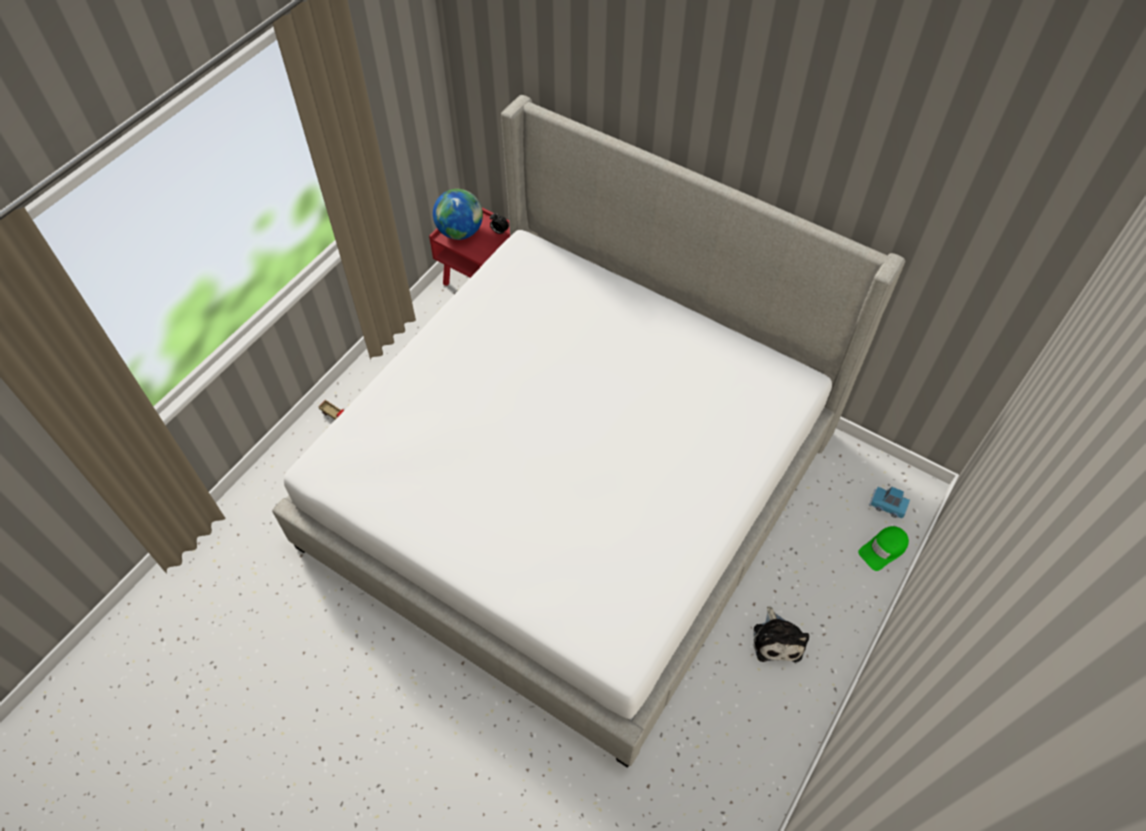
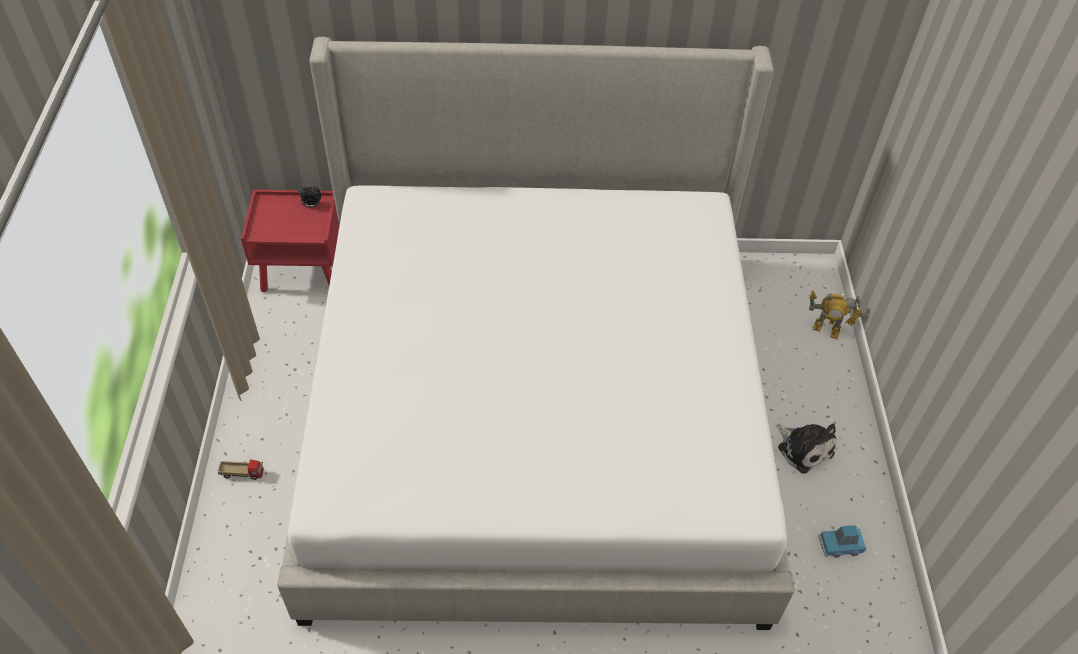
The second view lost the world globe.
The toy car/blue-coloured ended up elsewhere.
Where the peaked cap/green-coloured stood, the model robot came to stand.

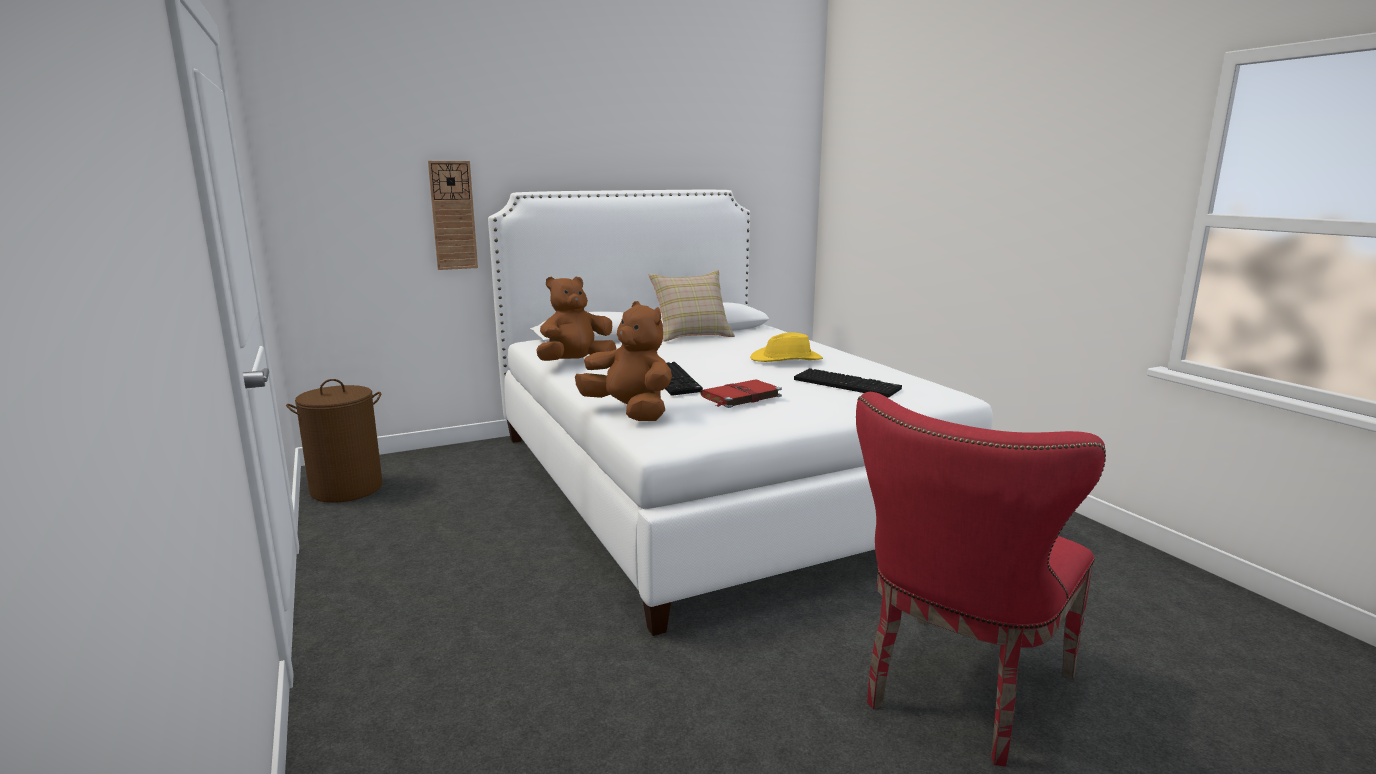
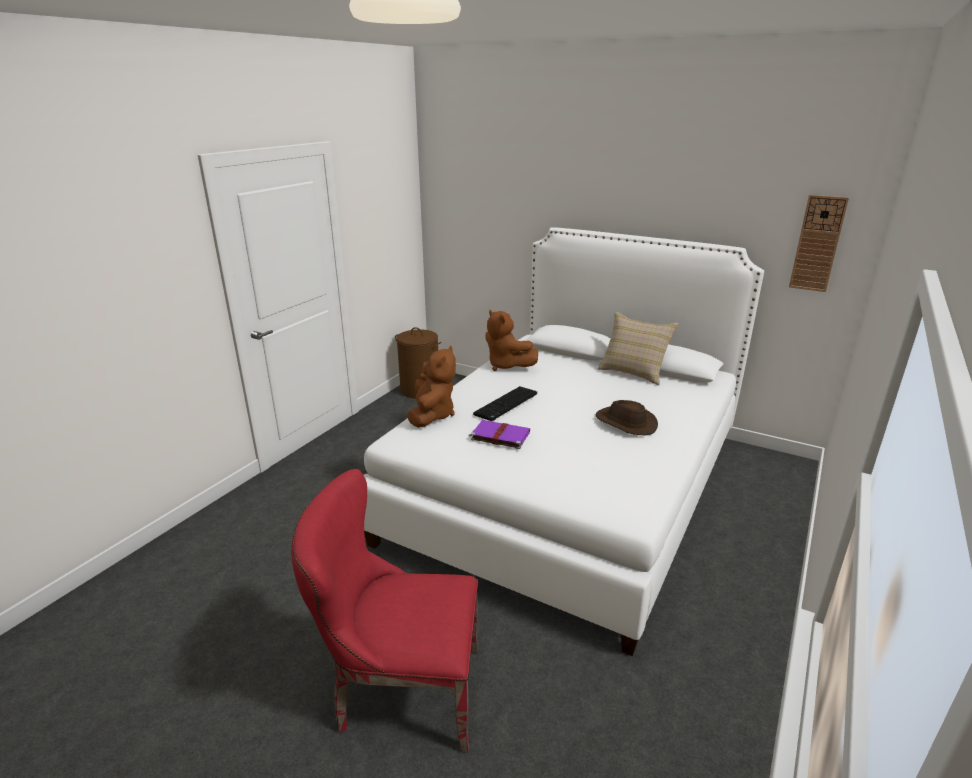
The second view lost the keyboard (2nd from left).
The clock on the wall ended up elsewhere.
What was the book/red-coloured turned into the book/purplish.
What was the clothing hat/yellowish turned into the clothing hat/brownish.
The plush toy/brownish (1st from left in the first image) ended up facing another way, 150 degrees counterclockwise from before.

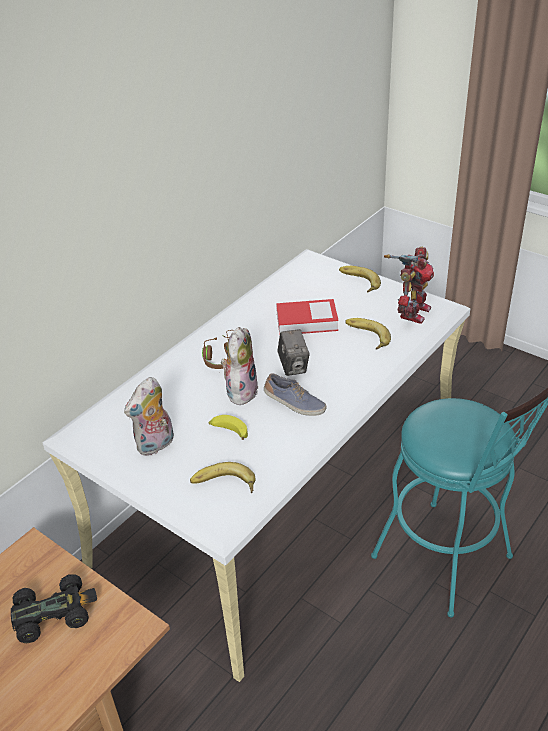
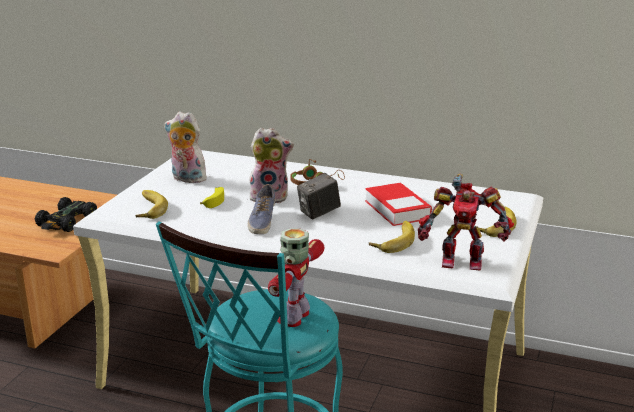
The second view gained the model robot (1st from left).
The toy car/black ended up facing another way, 60 degrees clockwise from before.

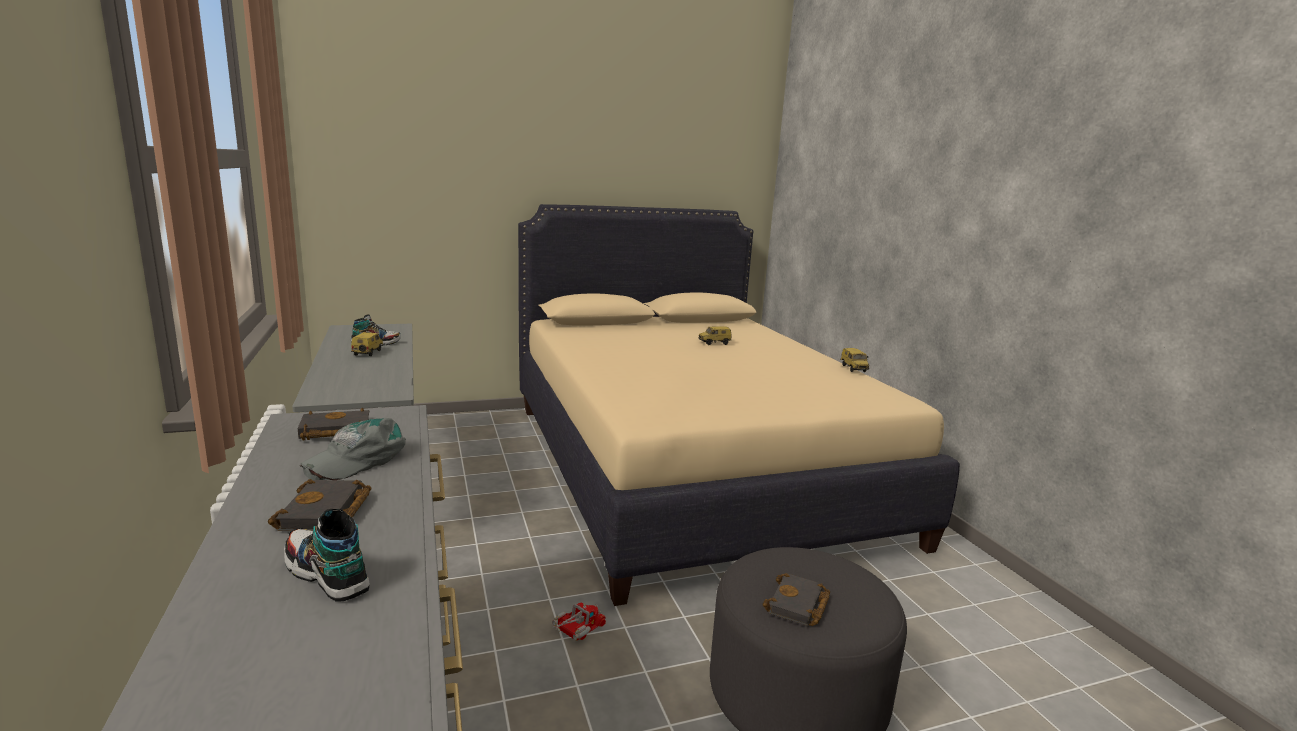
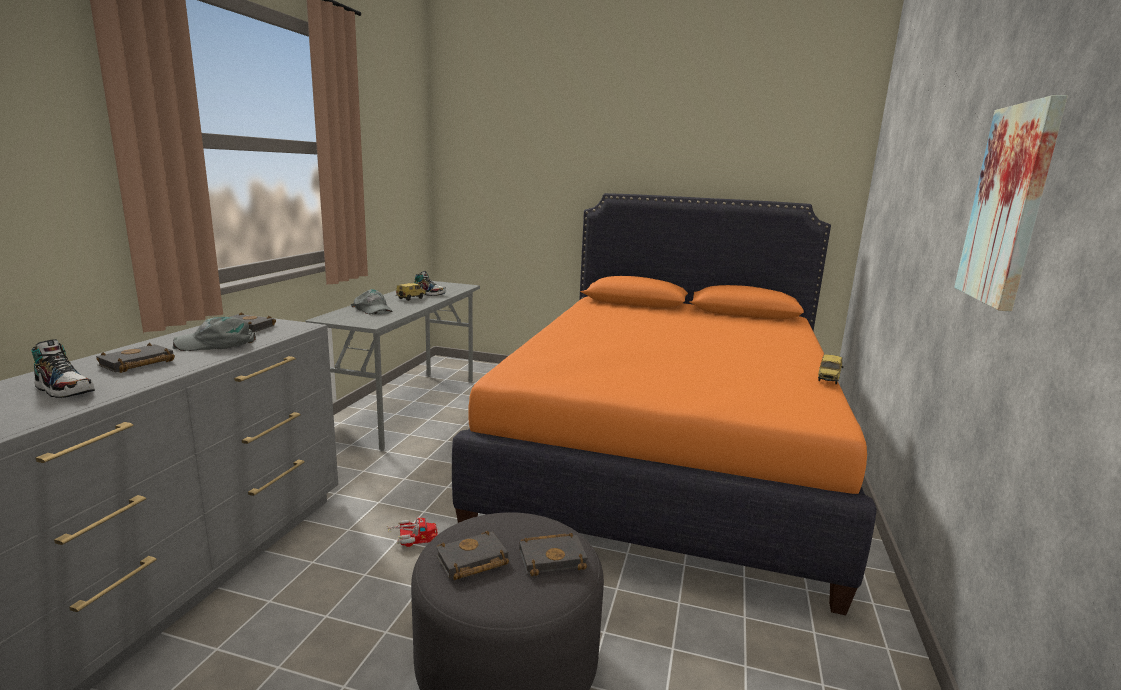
The second view lost the toy car (2nd from left).
The second view gained the peaked cap/gray (2nd from left).
The second view gained the book/black (4th from left).
The second view gained the wall picture.
What was the bedroom bed/beige-coloured turned into the bedroom bed/orange-coloured.
The shoe (1st from left) ended up facing another way, 135 degrees clockwise from before.

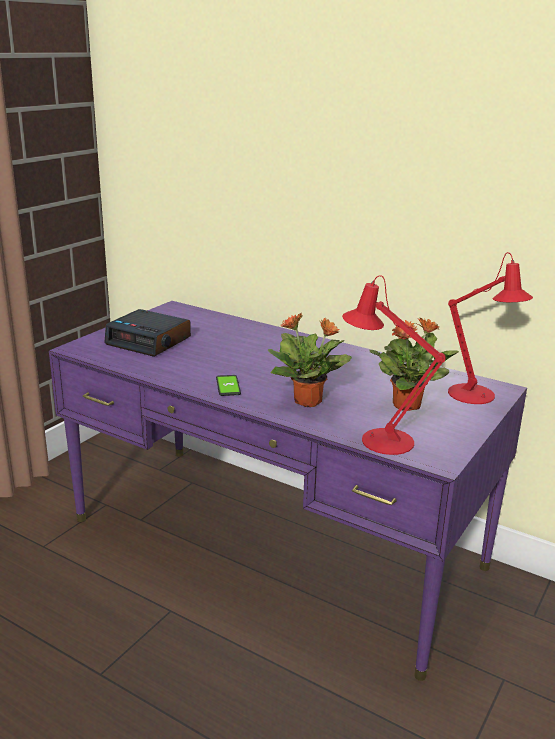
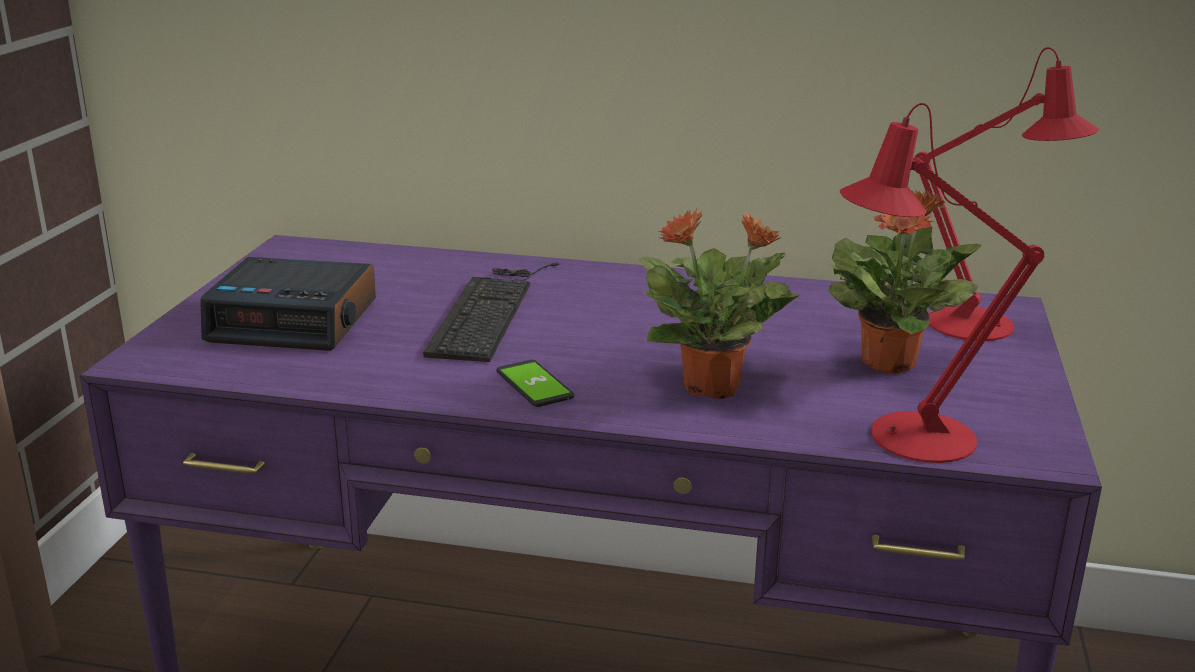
The second view gained the keyboard.

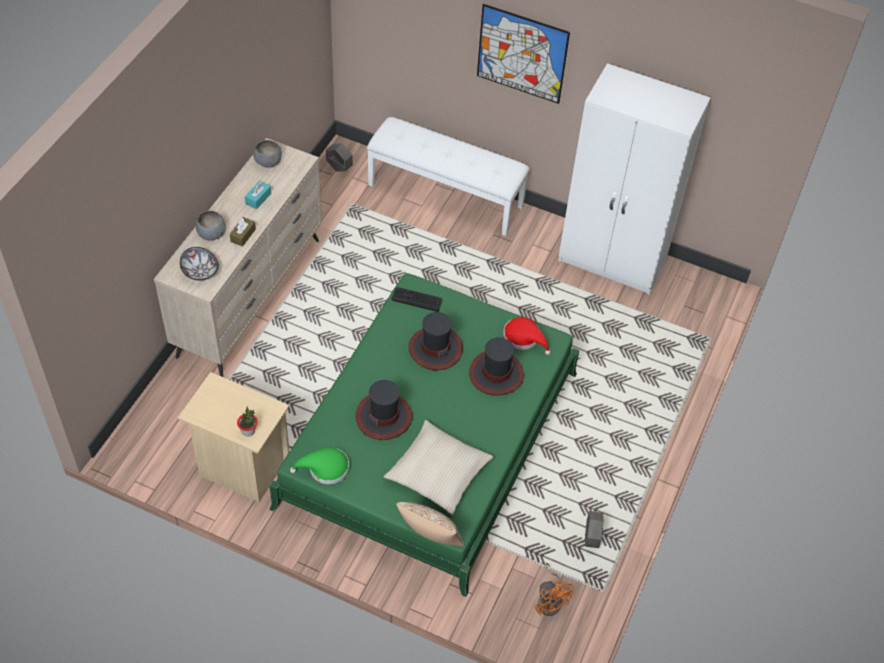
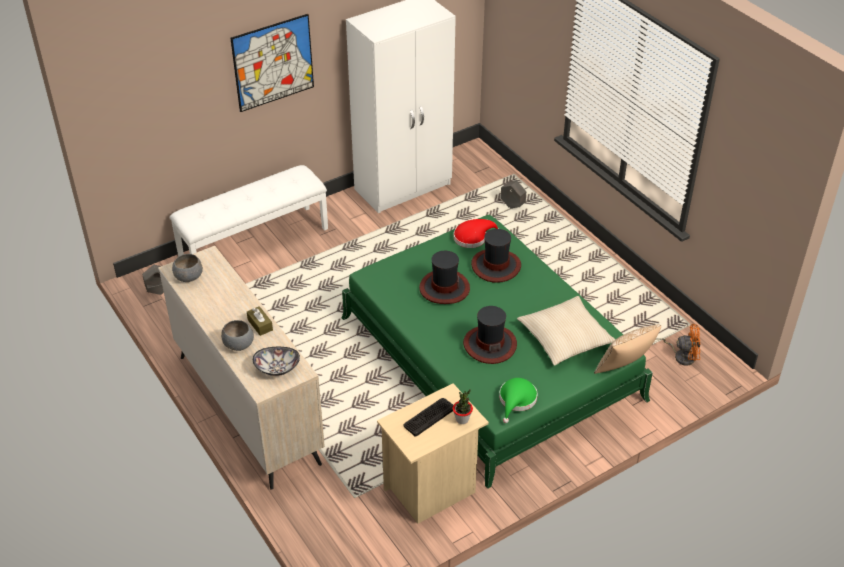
The second view lost the tissue holder/blue-green.
The keyboard ended up elsewhere.
The plant pot/gray (2nd from left) ended up elsewhere.

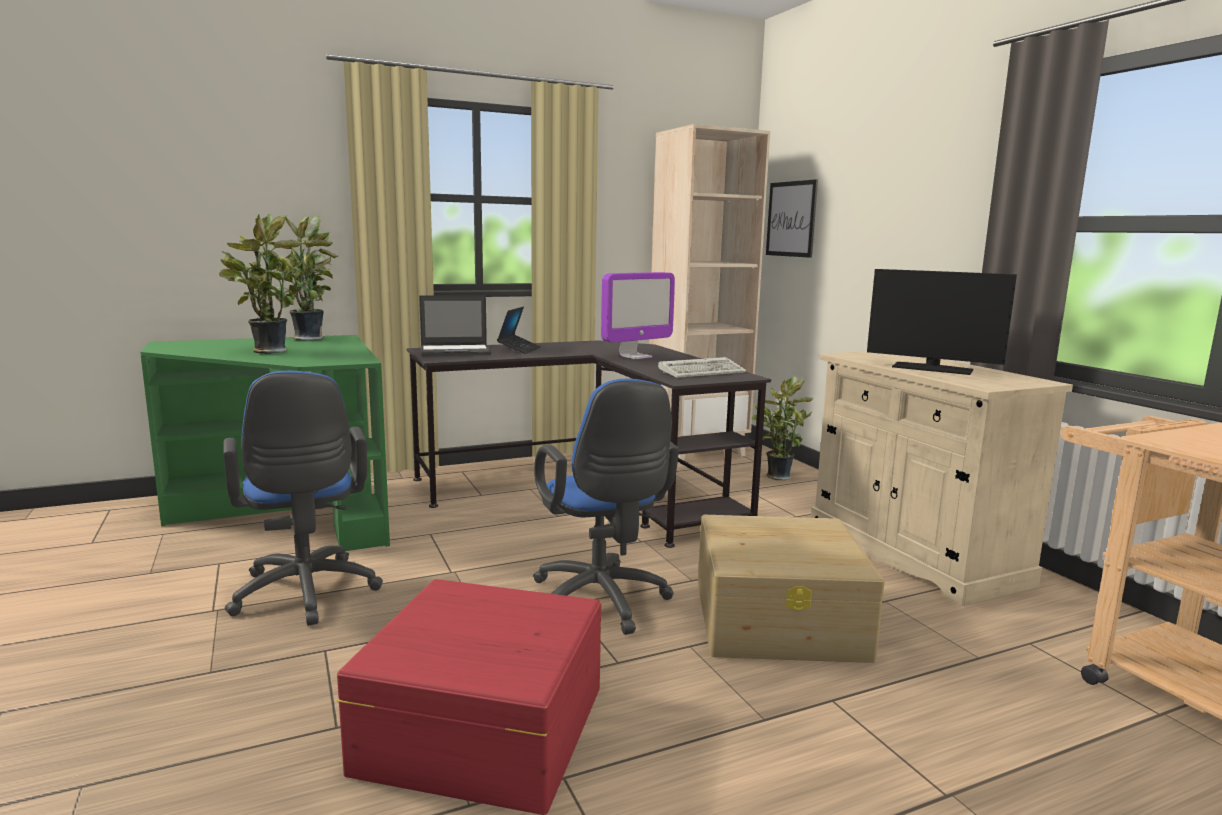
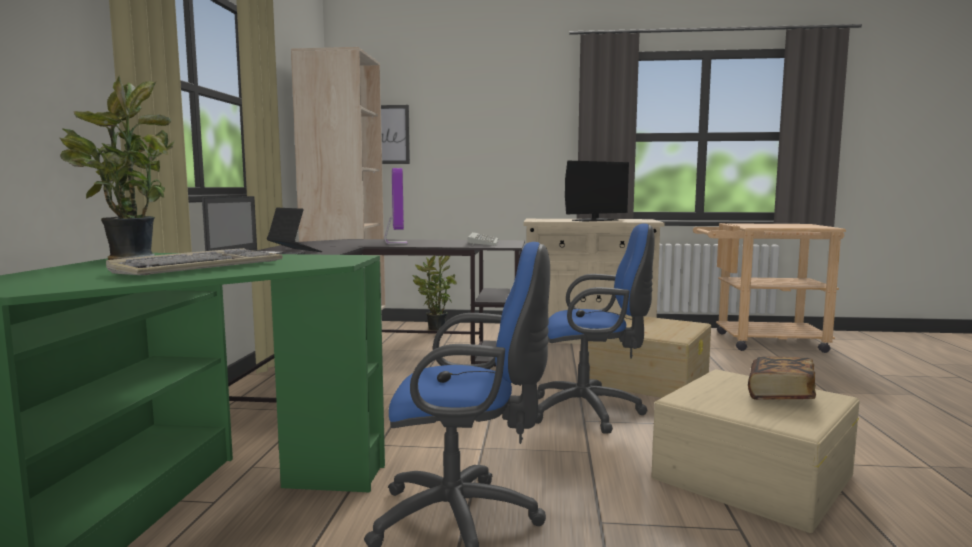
The second view gained the book.
Where the houseplant (1st from left) stood, the keyboard (1st from left) came to stand.
What was the storage box/red-coloured turned into the storage box/beige-coloured (2nd from left).

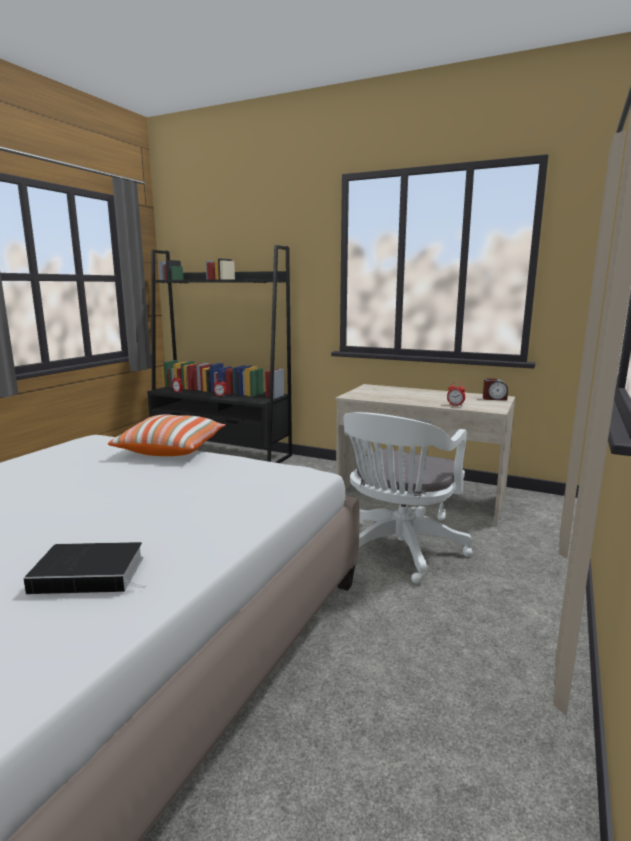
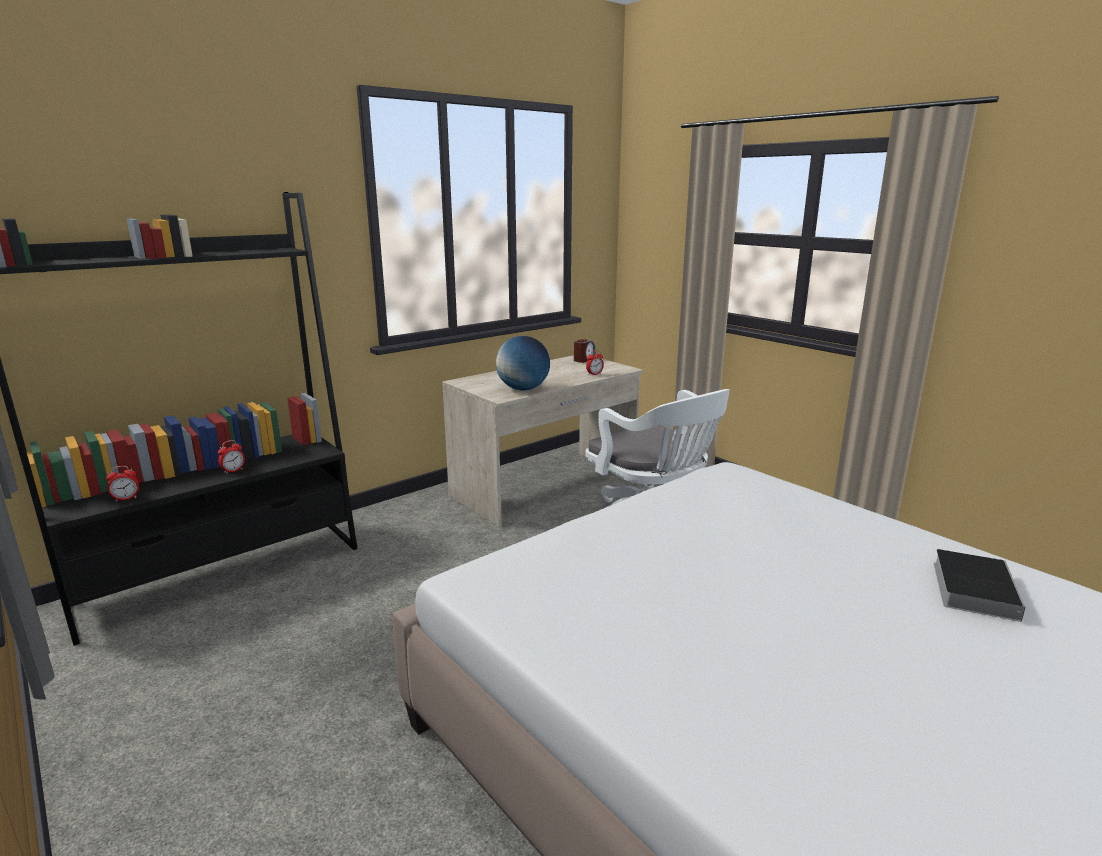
The second view lost the cushion.
The second view gained the world globe.

